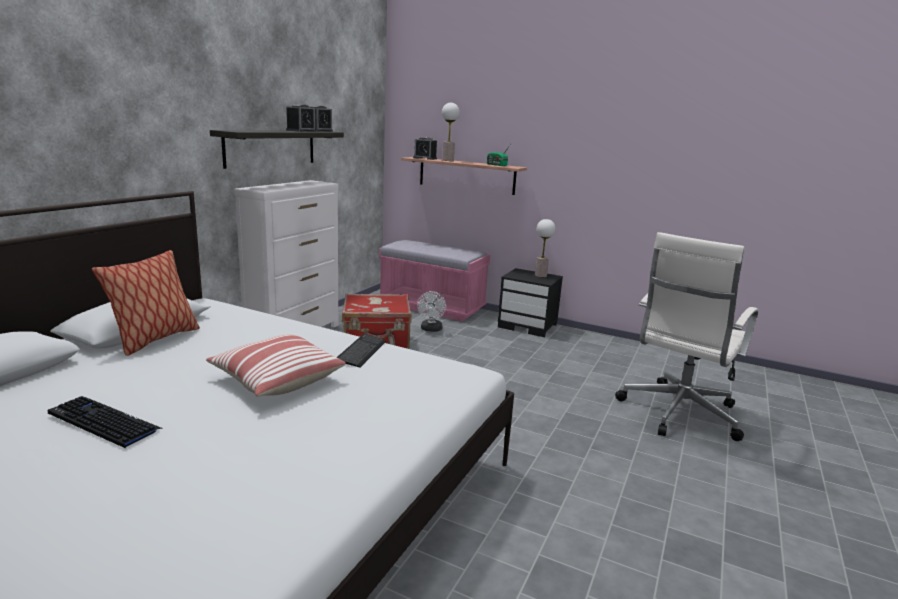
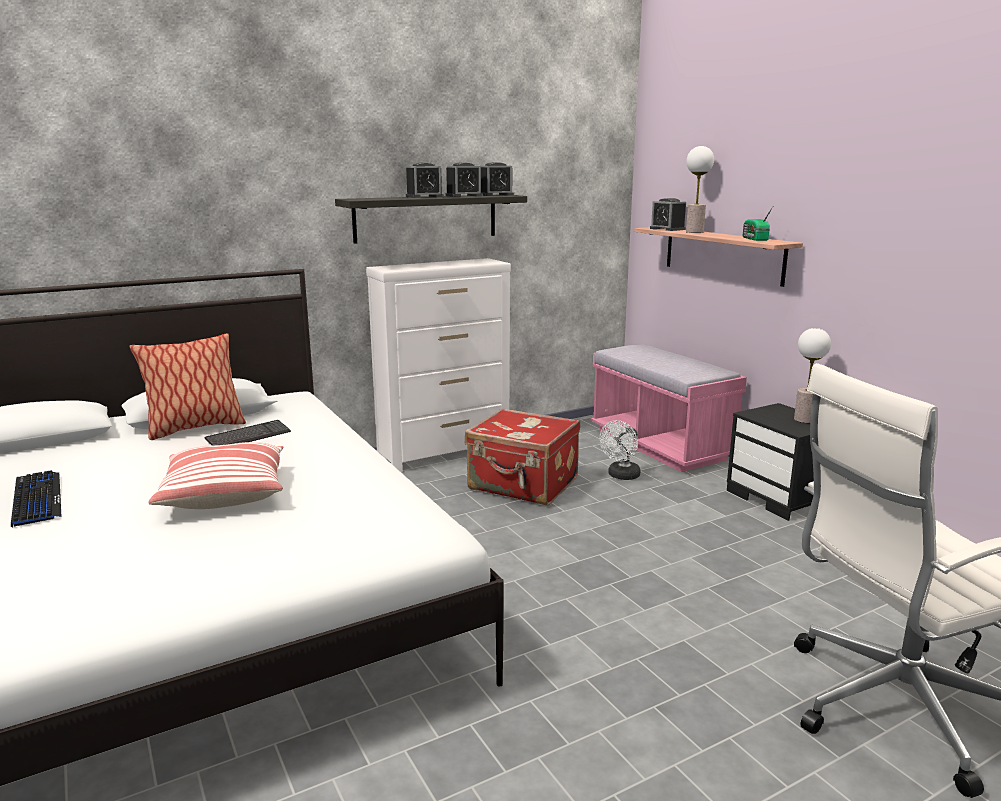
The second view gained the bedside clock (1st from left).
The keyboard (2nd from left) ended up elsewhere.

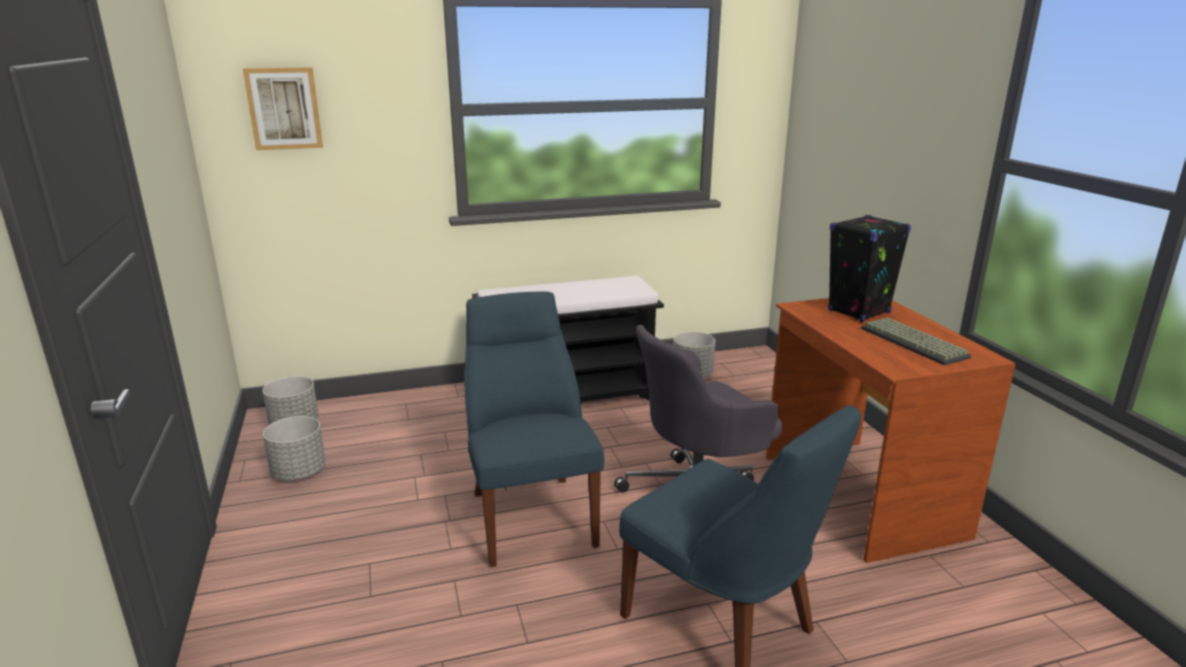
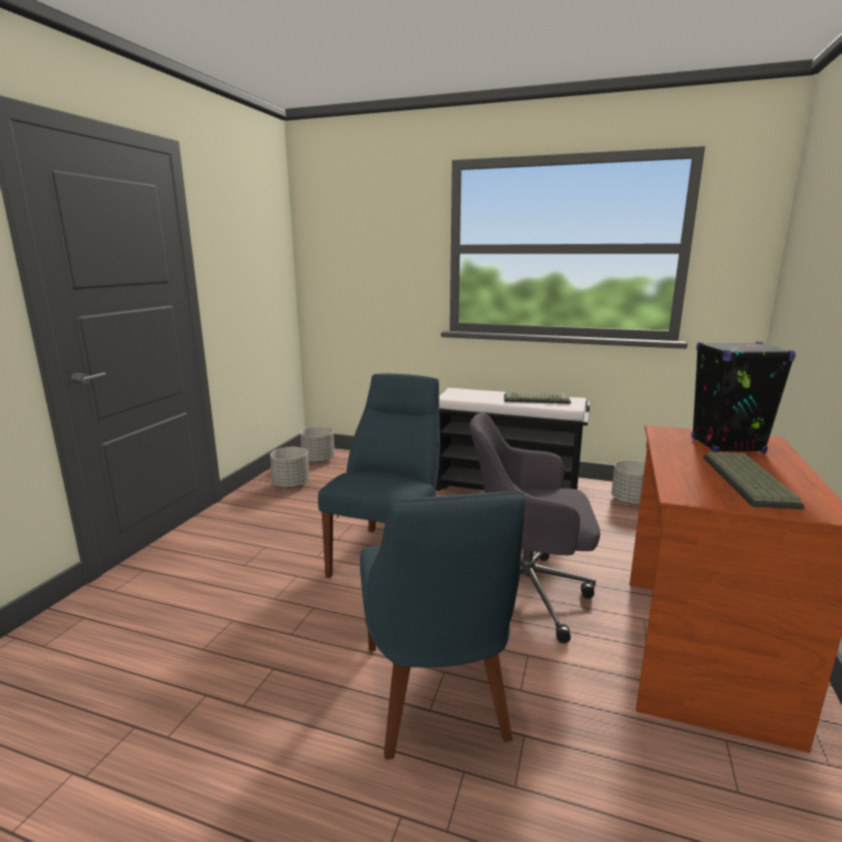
The second view lost the wall picture.
The second view gained the keyboard (1st from left).

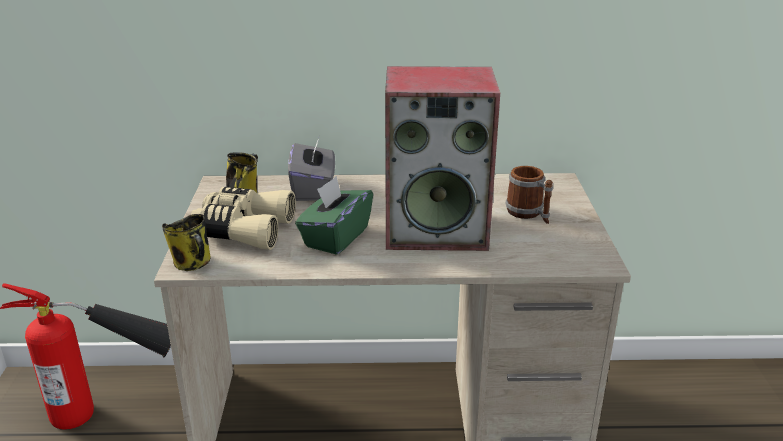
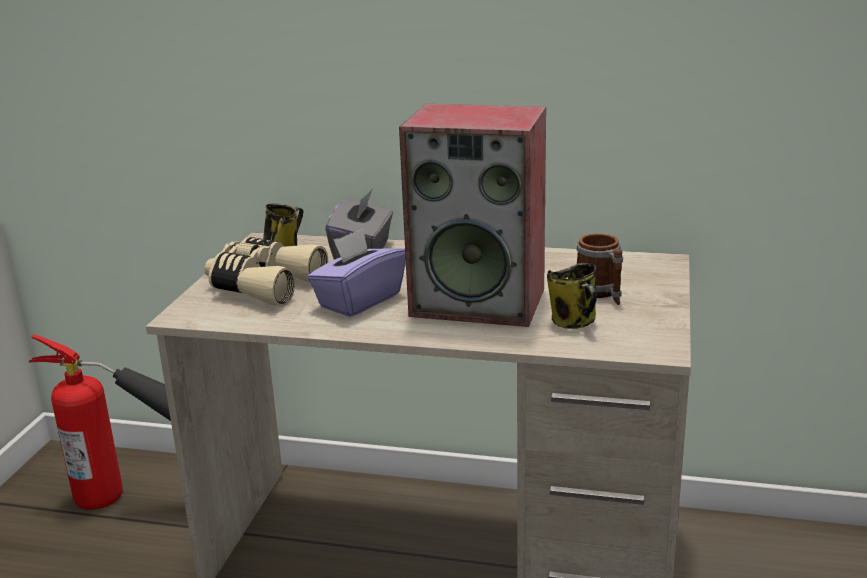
The tea mug (1st from left in the first image) ended up elsewhere.
What was the tissue holder/green-coloured turned into the tissue holder/purplish.

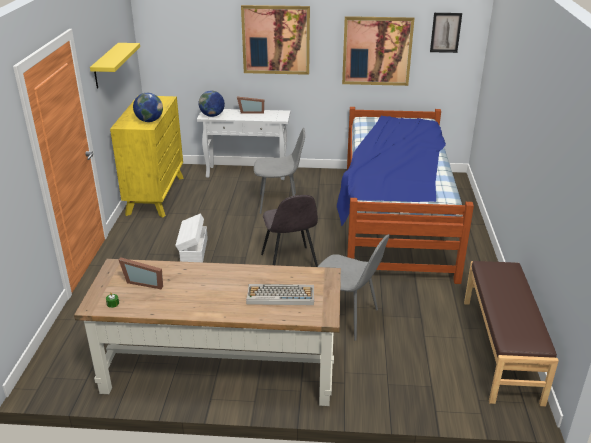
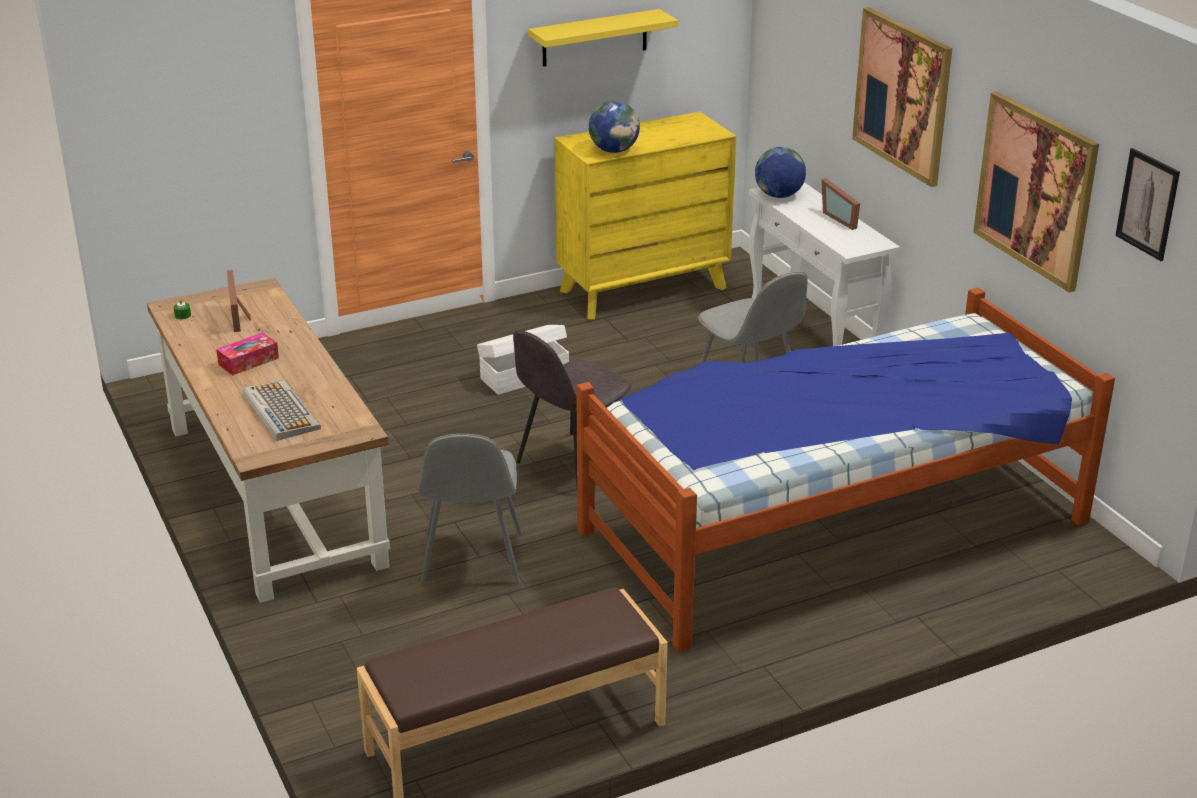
The second view gained the tissue holder.

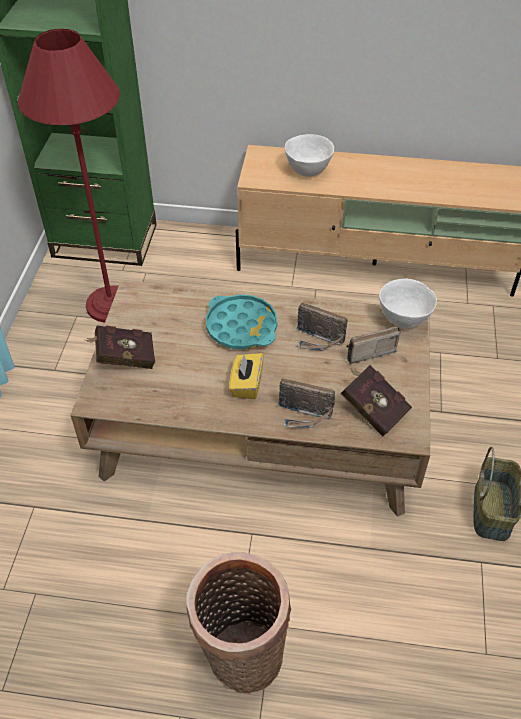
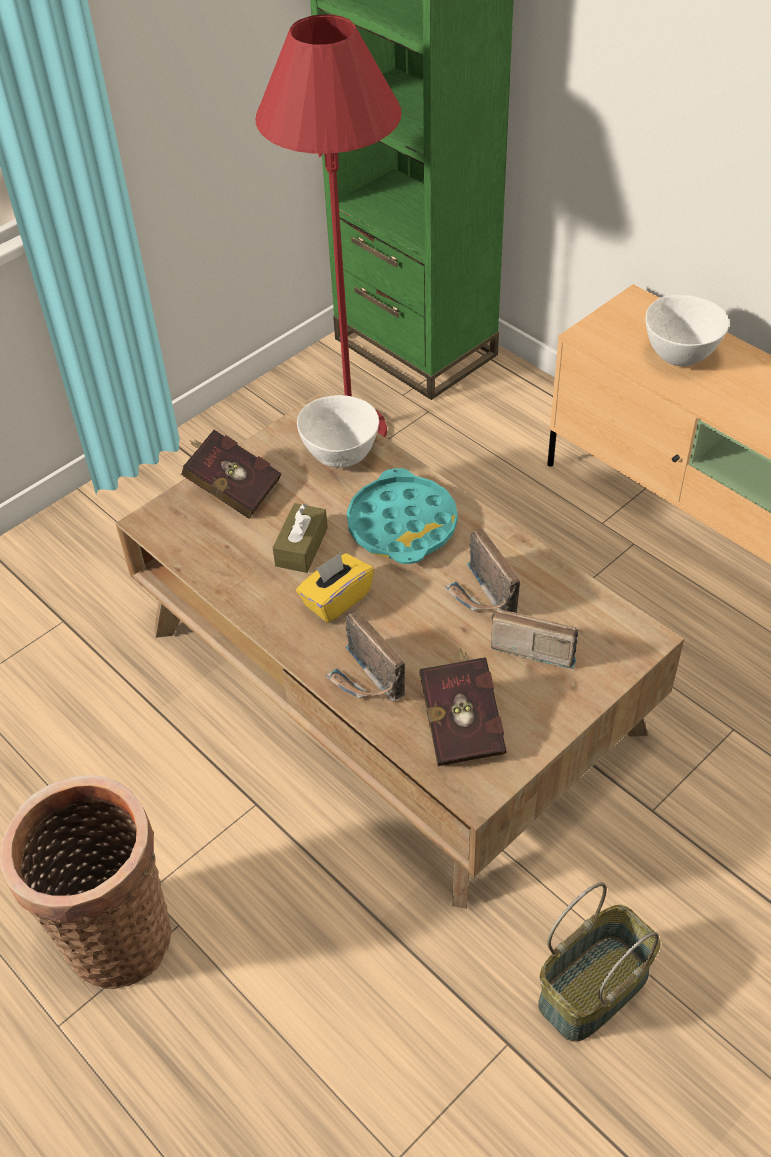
The second view gained the tissue holder/brownish.
The deep dish/white (2nd from left in the first image) ended up elsewhere.

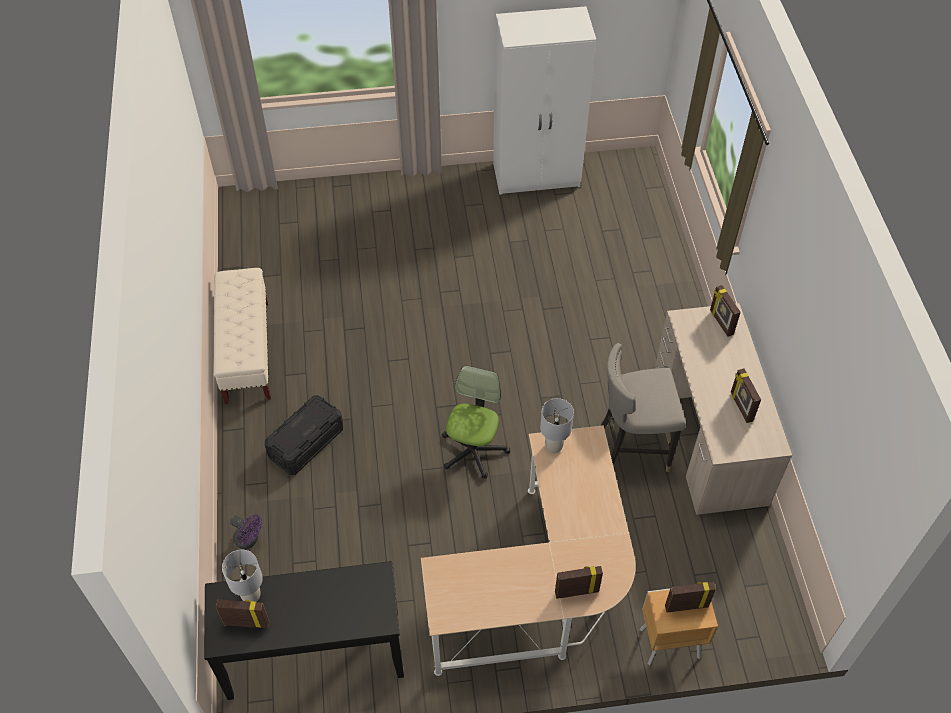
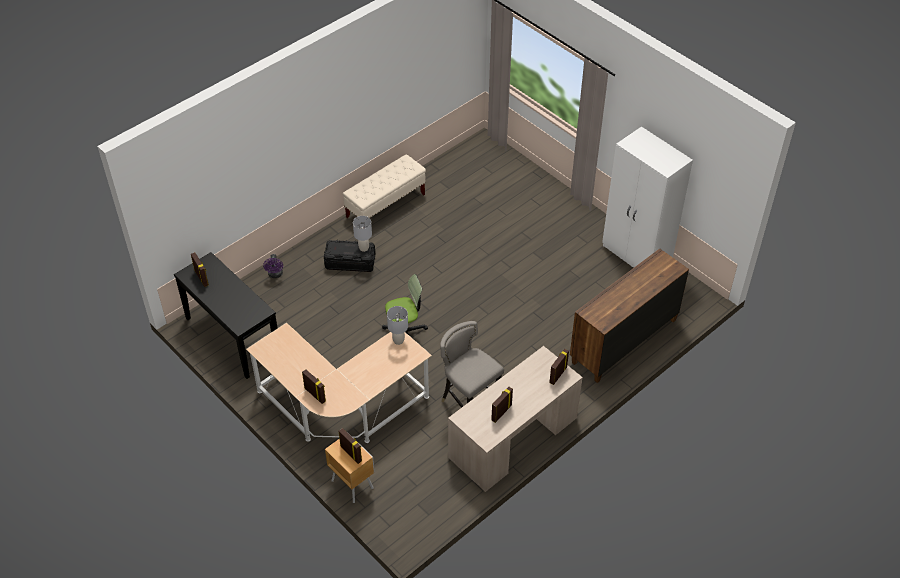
The second view gained the dresser/brownish.
The table lamp/gray (1st from left) ended up elsewhere.

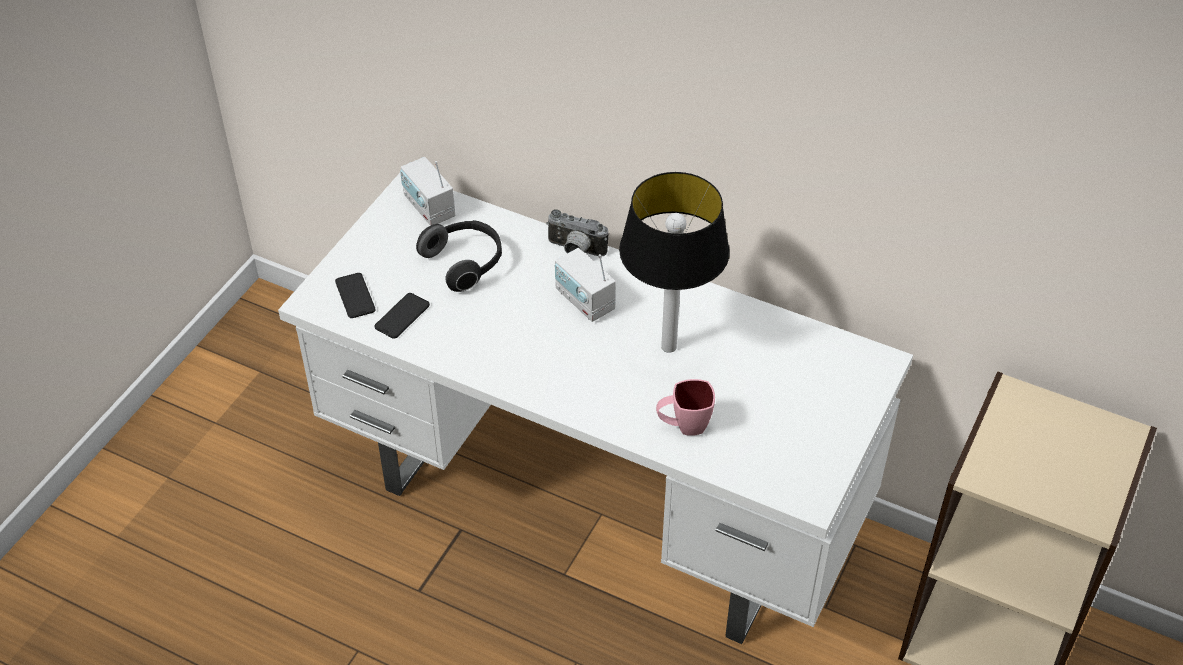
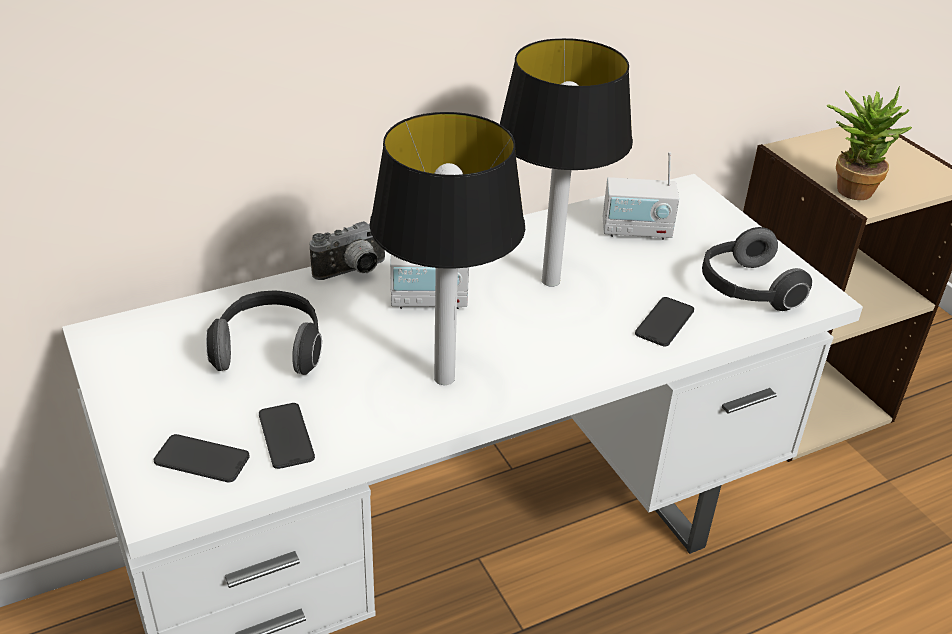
The second view gained the table lamp (1st from left).
The second view gained the pair of headphones (2nd from left).
The second view gained the houseplant.
The radio set (1st from left in the first image) ended up elsewhere.
Where the tea mug/pink-coloured stood, the telephone (3rd from left) came to stand.

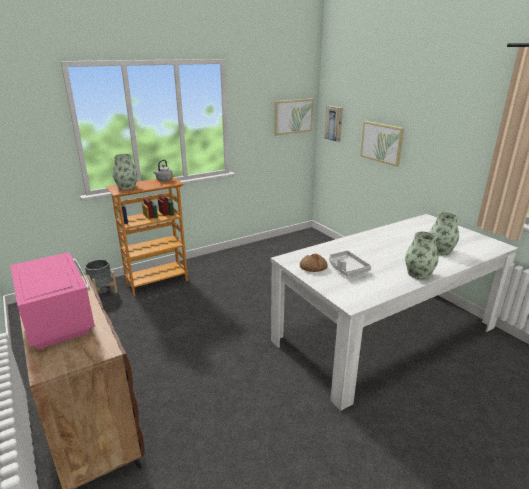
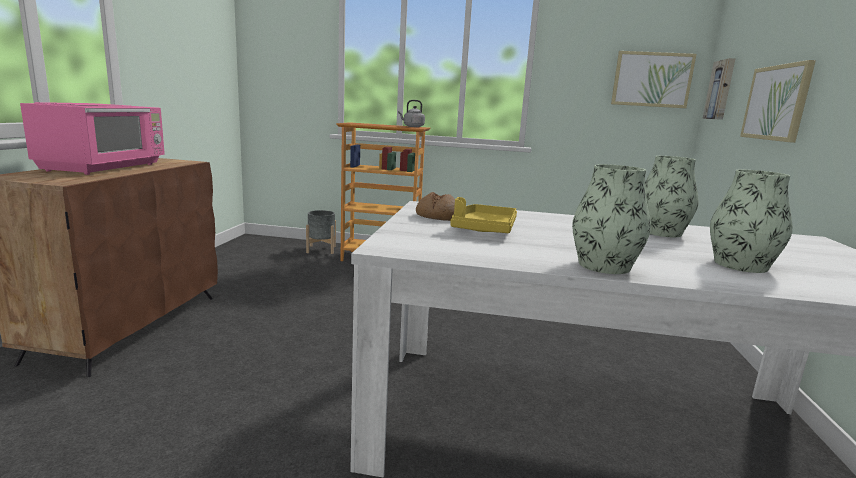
The vase (1st from left in the first image) ended up elsewhere.
What was the serving tray/gray turned into the serving tray/yellowish.

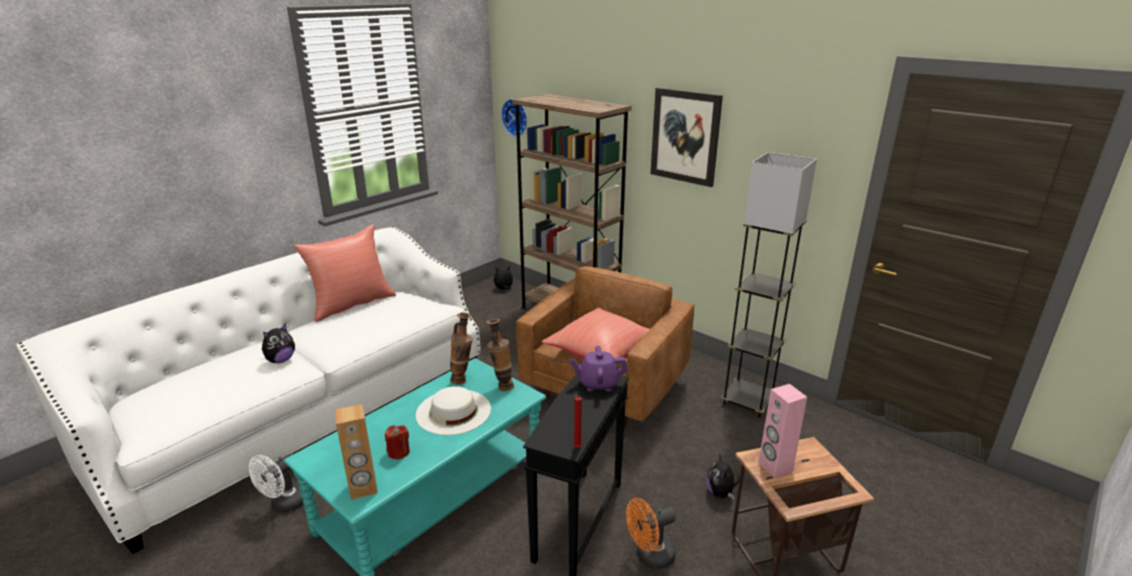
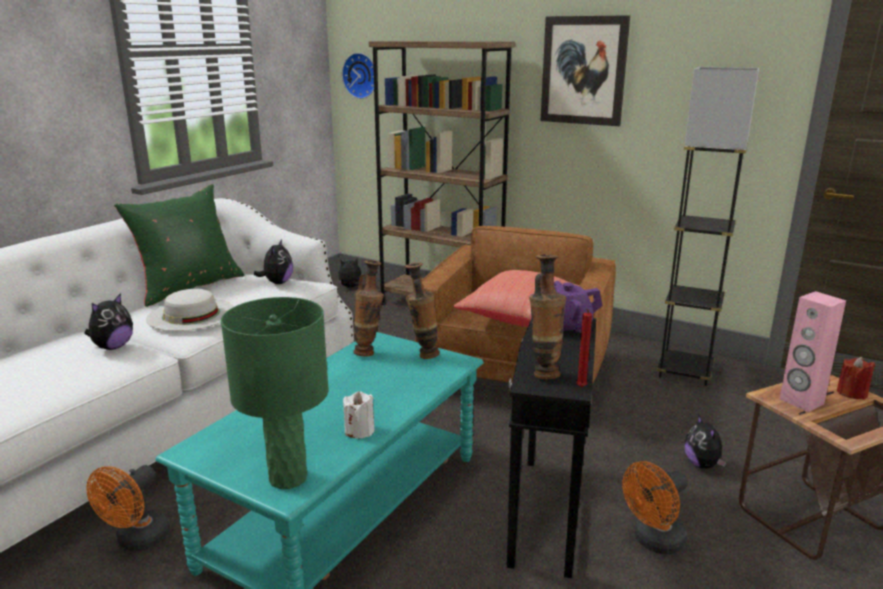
The second view gained the plush toy (2nd from left).
The second view gained the wax light/white.
The second view gained the vase (3rd from left).
The wax light/red-coloured (1st from left in the first image) ended up elsewhere.
The clothing hat/white ended up elsewhere.
Where the speaker/brownish stood, the table lamp/green-coloured came to stand.
What was the fan/white turned into the fan/orange-coloured (1st from left).
What was the cushion/red-coloured (1st from left) turned into the cushion/green-coloured.

